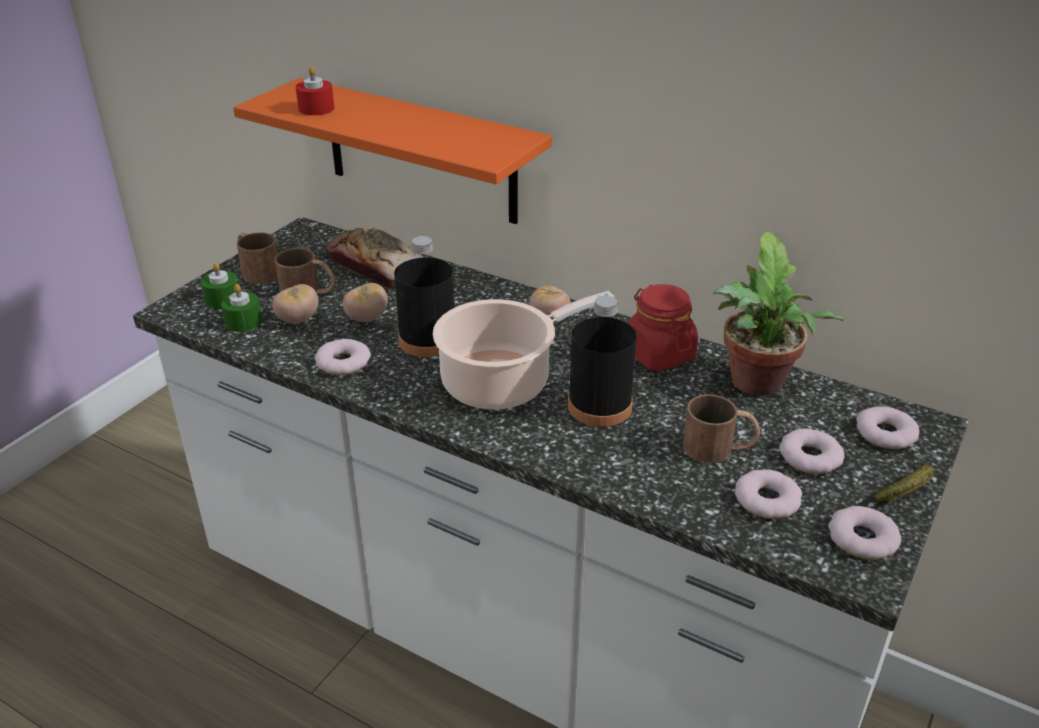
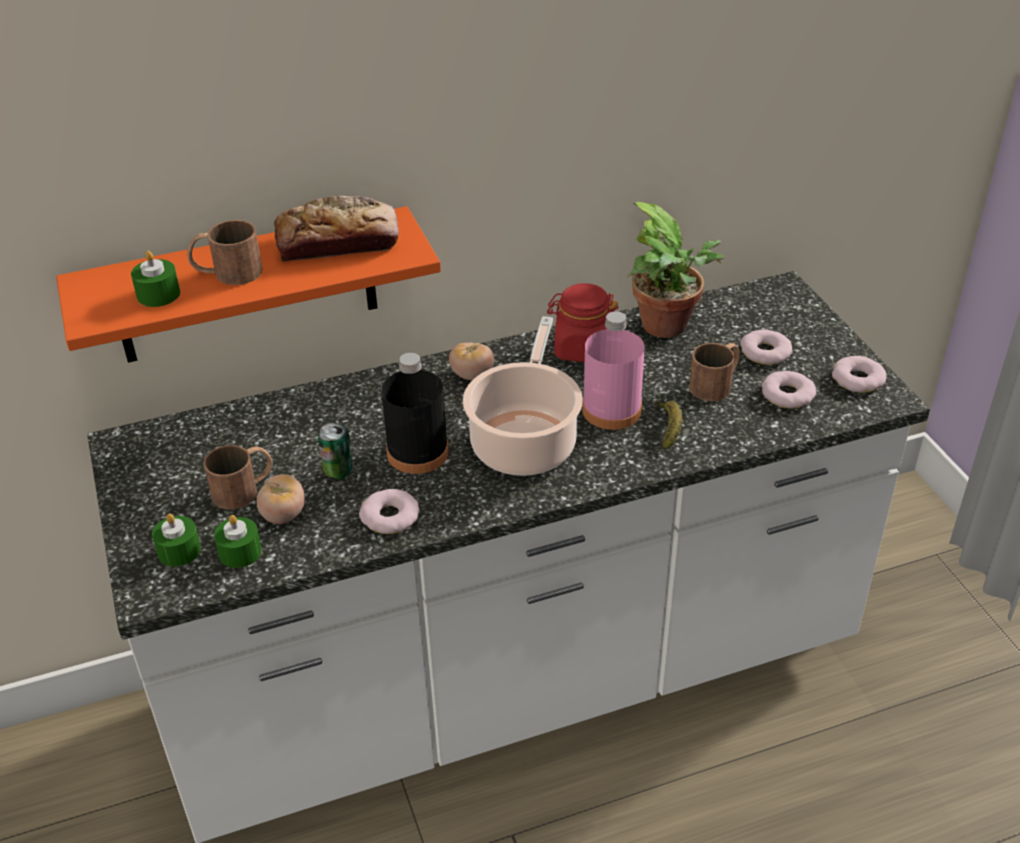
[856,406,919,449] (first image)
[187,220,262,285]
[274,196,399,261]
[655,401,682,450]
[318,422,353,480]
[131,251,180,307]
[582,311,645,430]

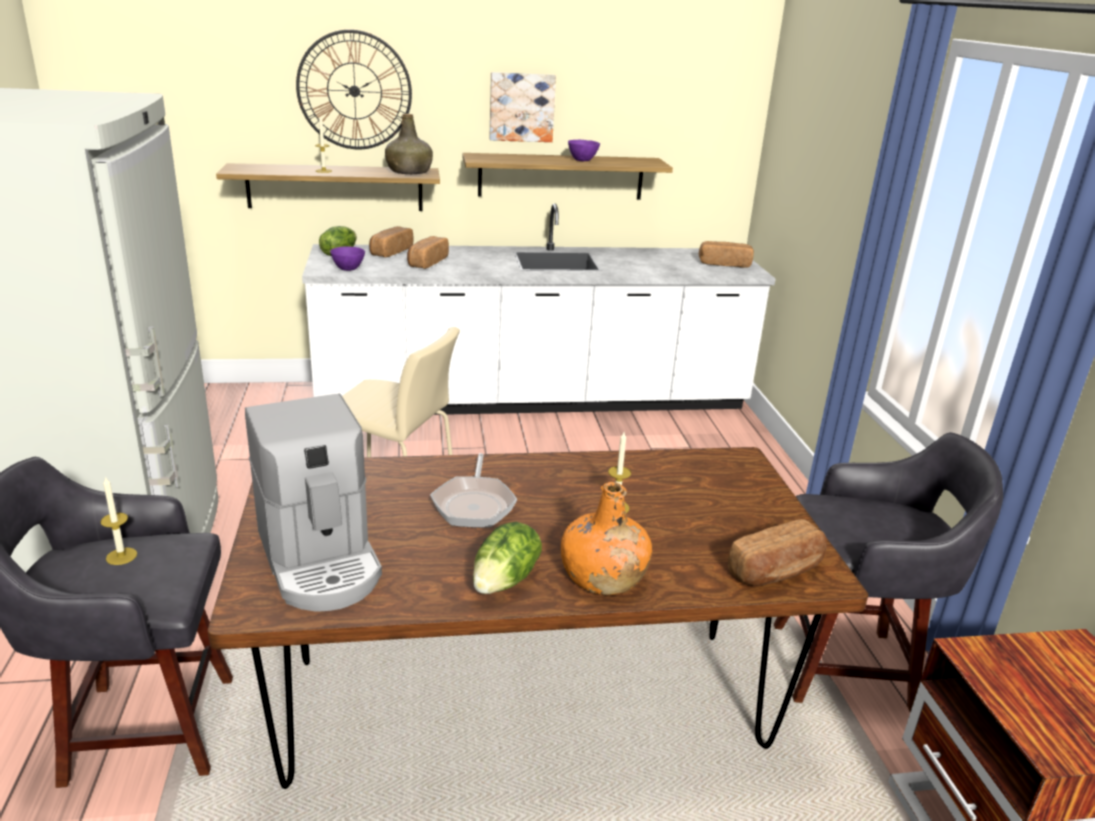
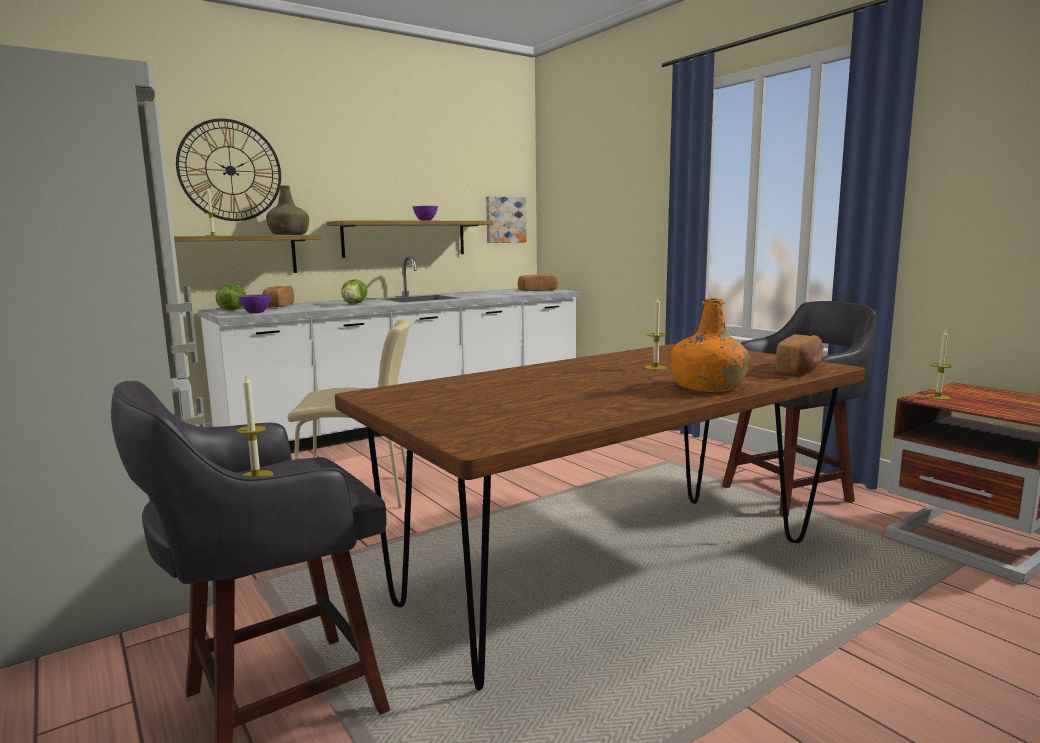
[245,394,382,611] (first image)
[407,236,449,269] (first image)
[430,453,517,528] (first image)
[926,329,952,400]
[342,279,368,304]
[486,196,527,243]

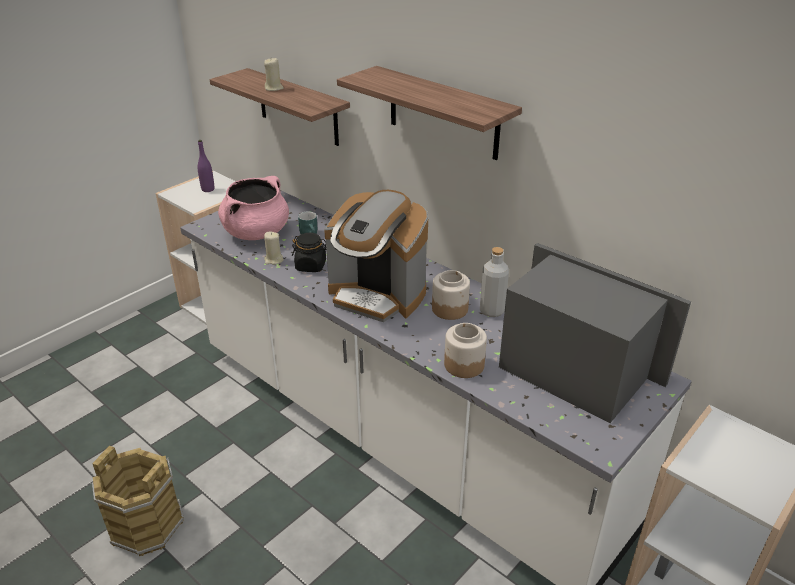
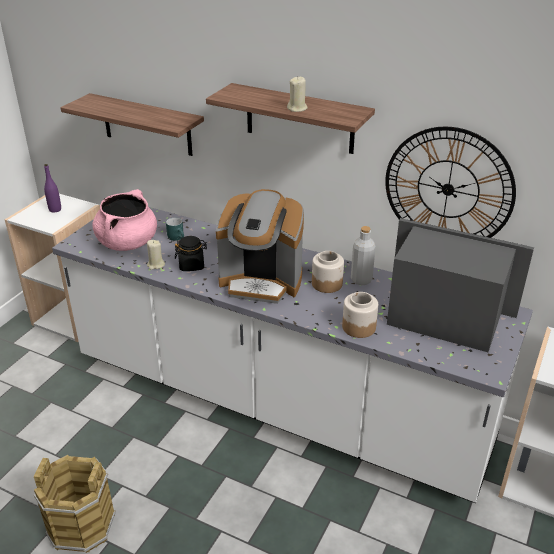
[385,127,516,238]
[287,77,308,112]

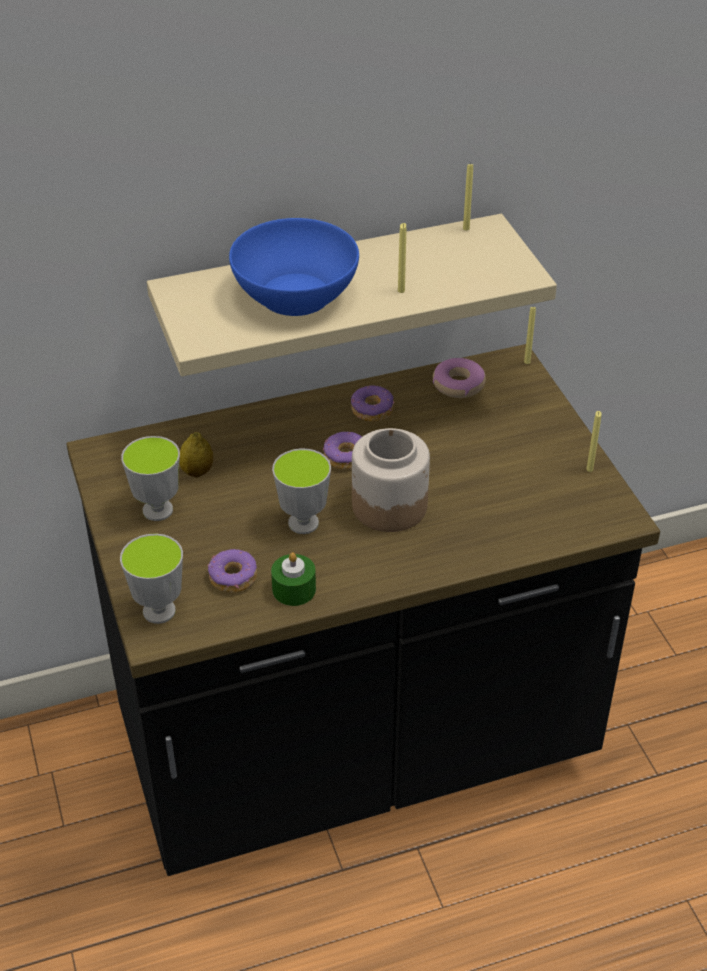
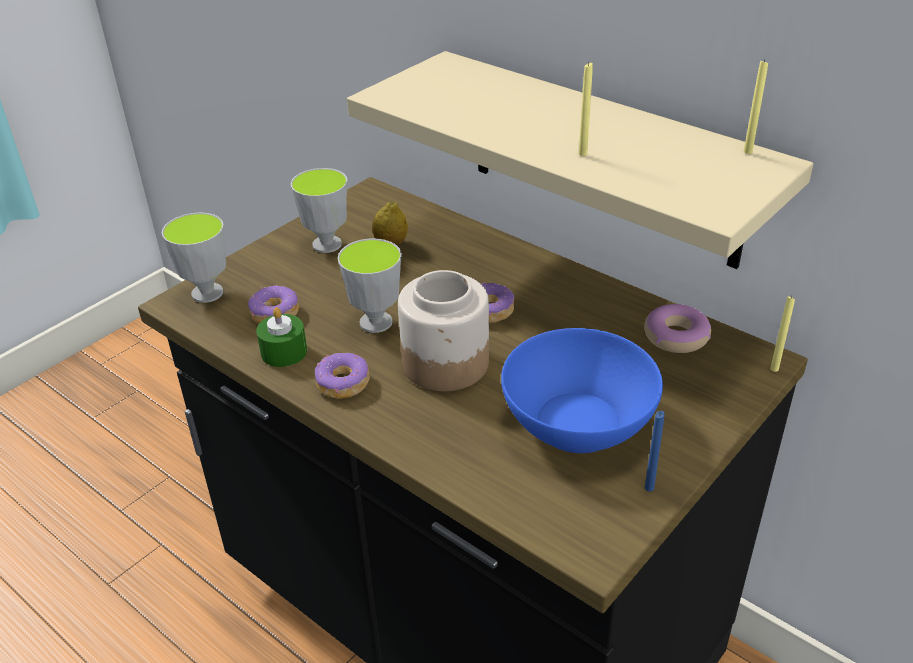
[501,328,663,453]
[315,353,370,399]
[645,411,664,491]

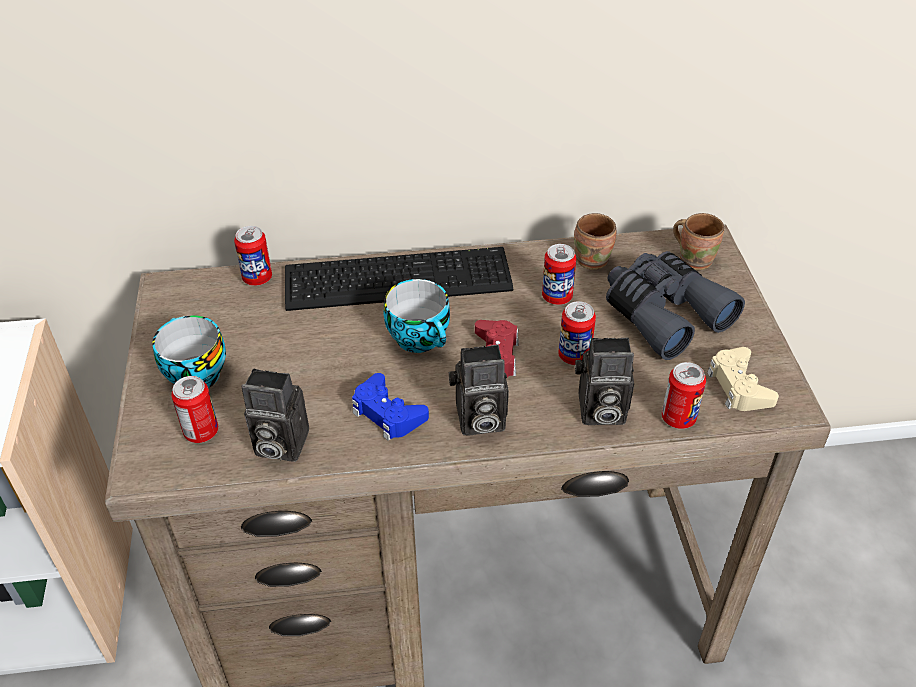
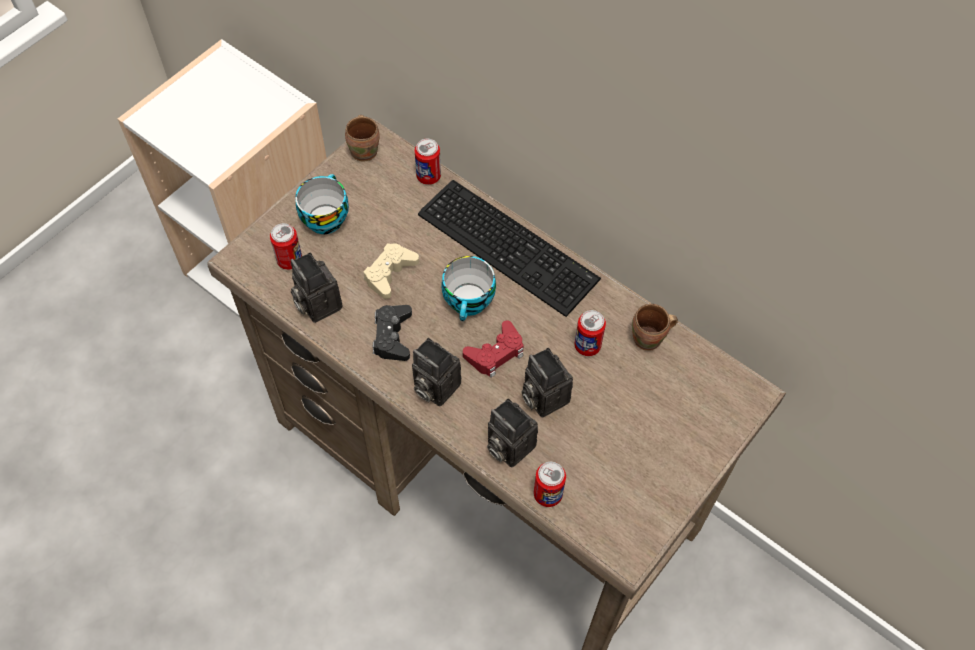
[606,251,745,360] (first image)
[345,115,380,162]
[364,243,419,299]
[521,348,573,417]
[373,305,412,361]

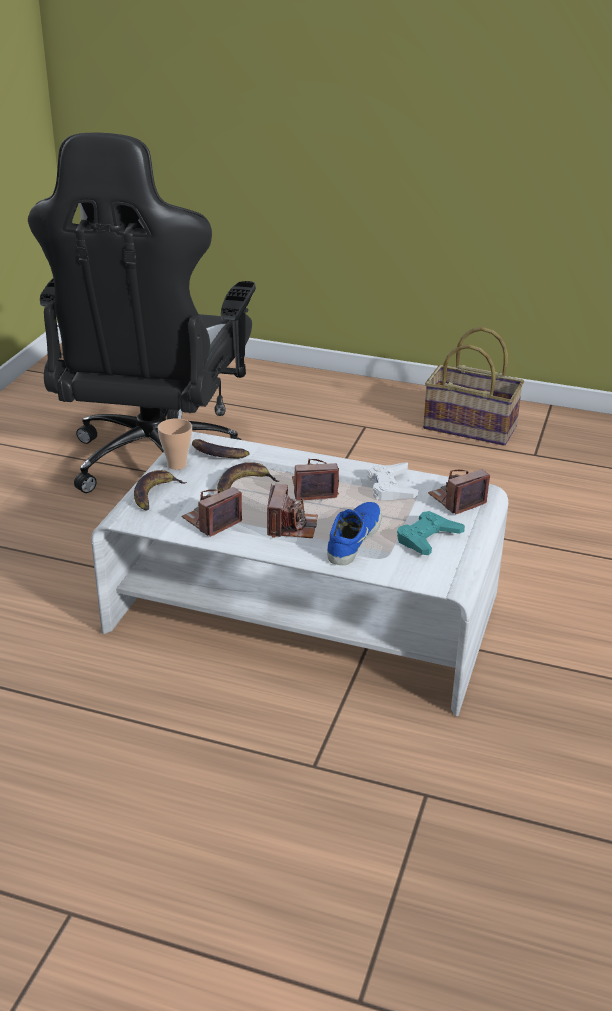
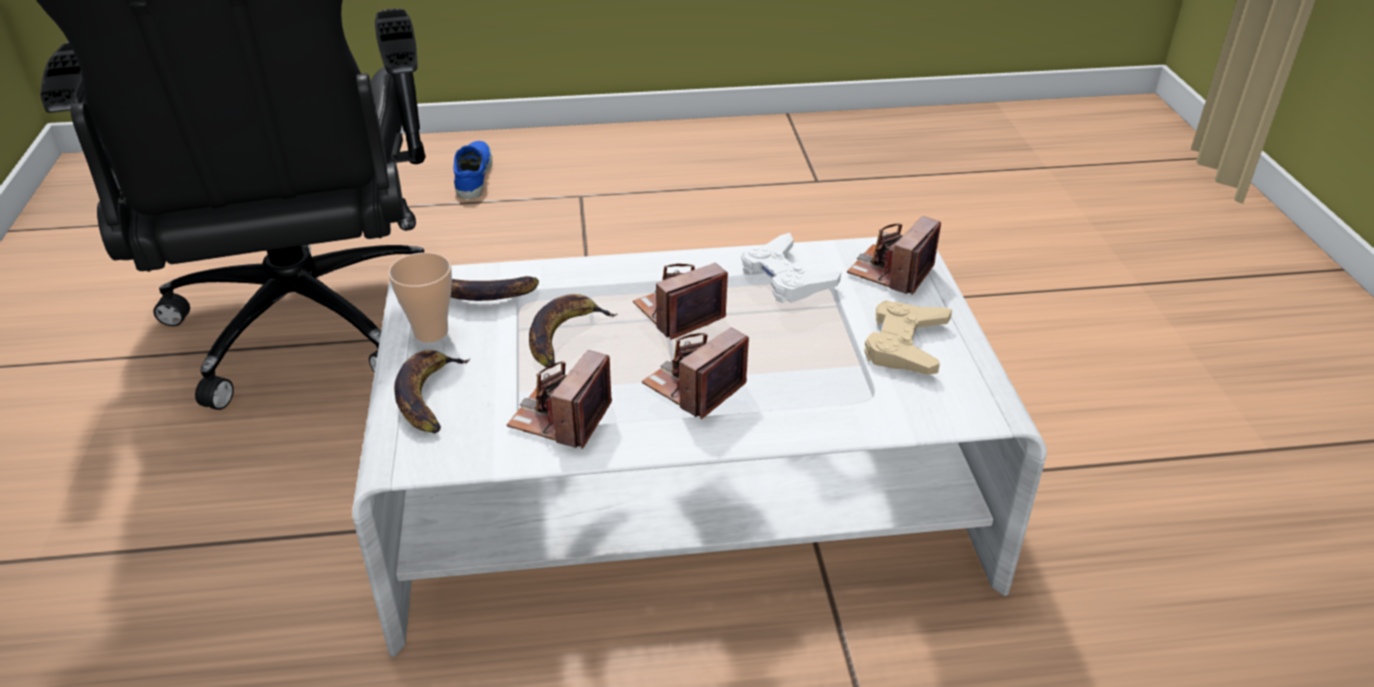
[423,327,524,446] (first image)
[454,141,492,199]
[864,300,952,375]
[641,328,749,419]

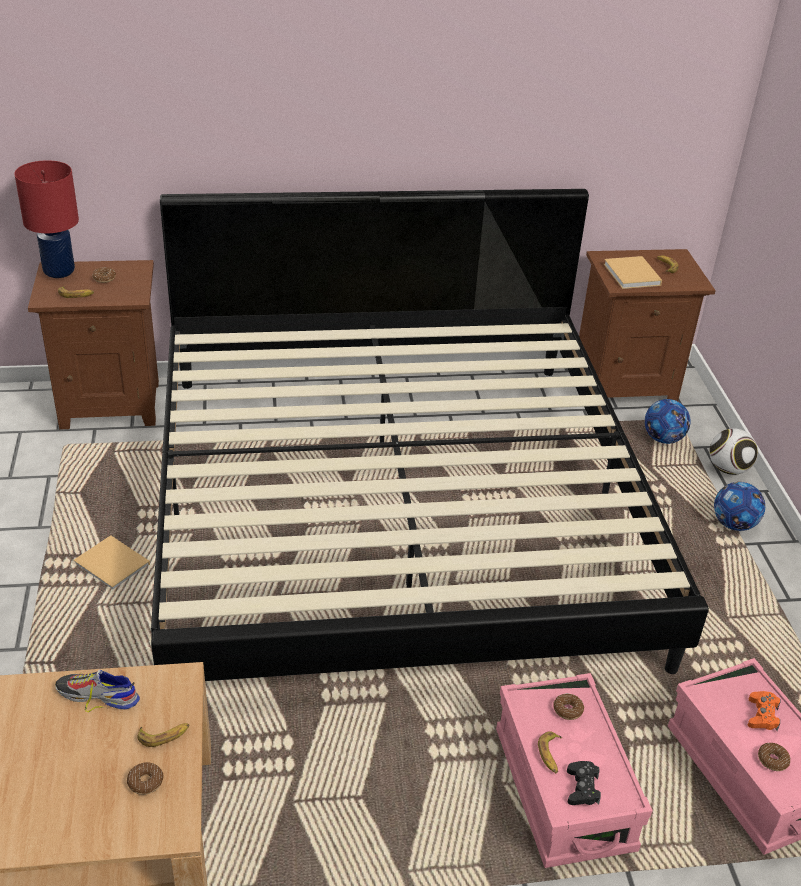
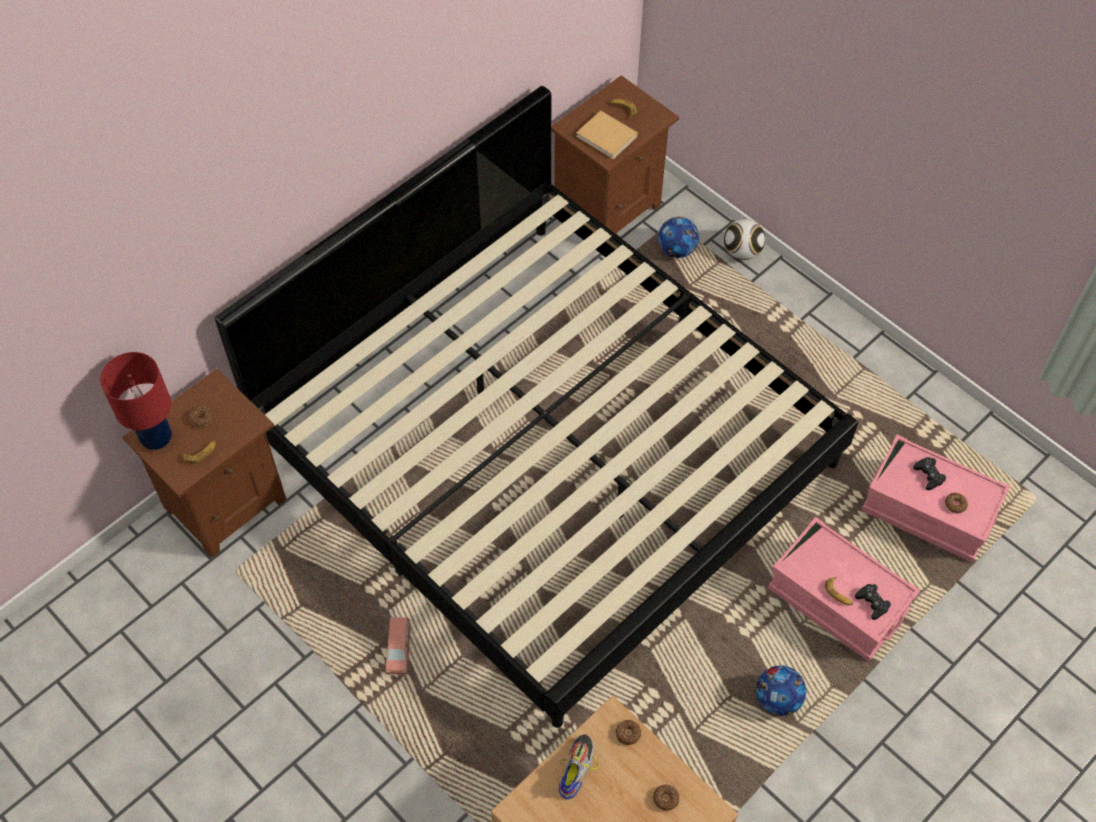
[137,723,189,747] (first image)
[615,720,641,745]
[756,665,806,716]
[385,617,411,675]
[913,457,946,490]
[558,734,598,800]

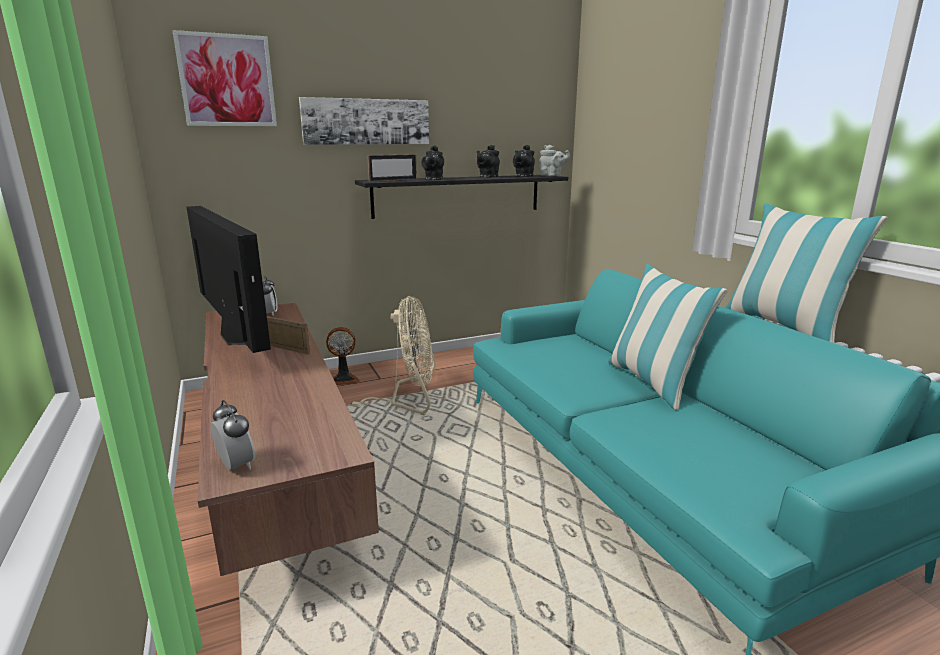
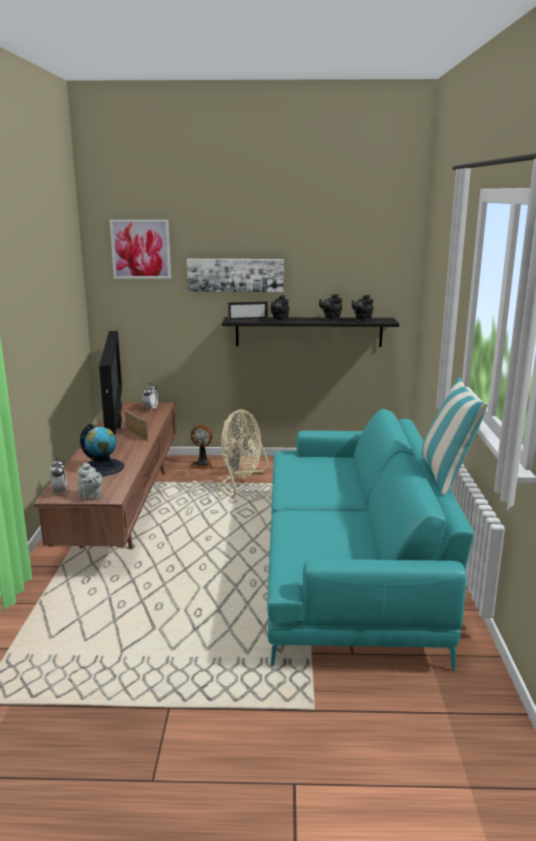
[608,264,728,410] (first image)
[80,423,125,476]
[77,462,103,500]

